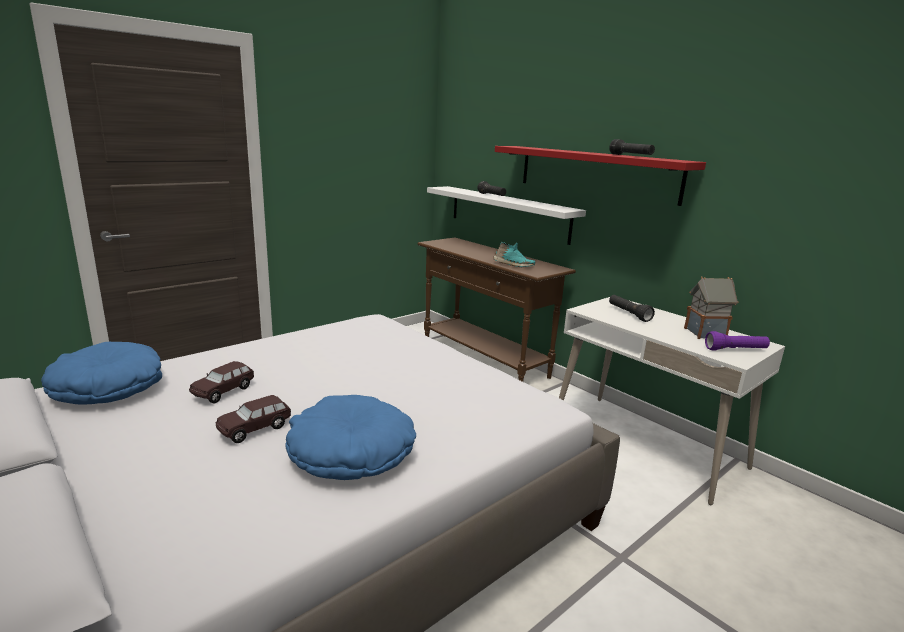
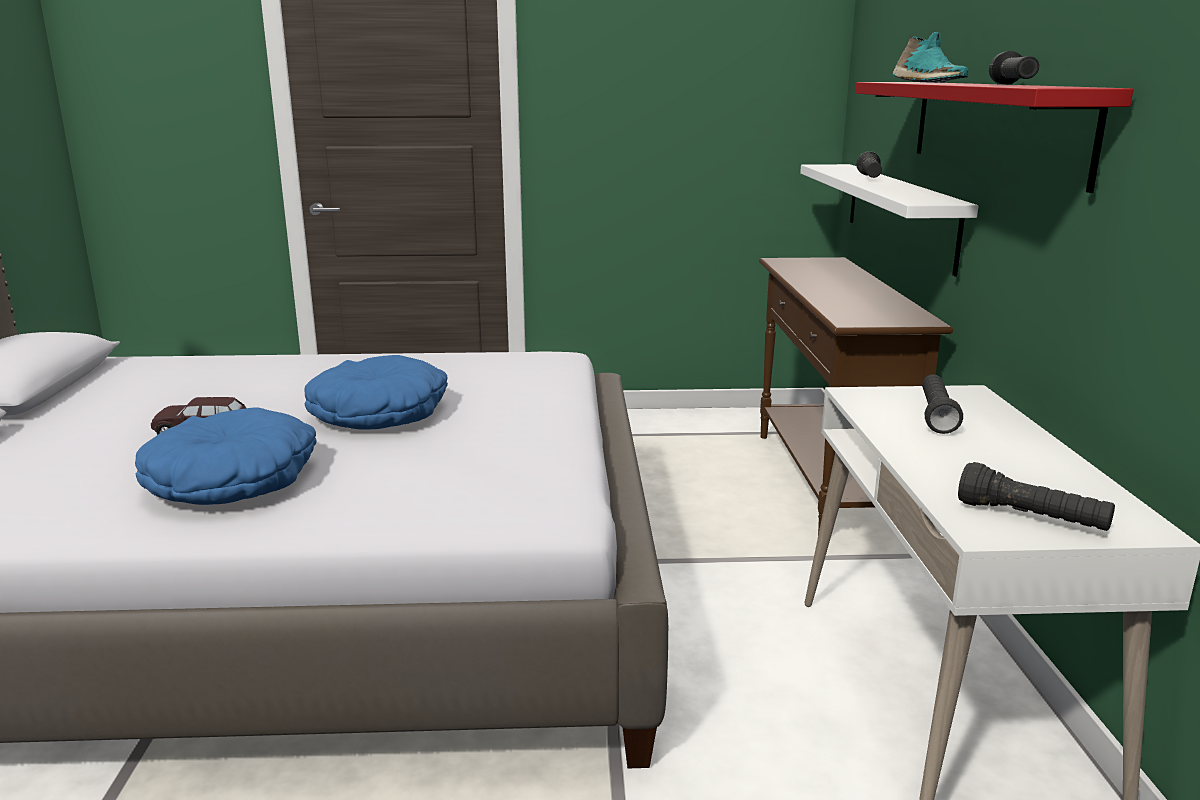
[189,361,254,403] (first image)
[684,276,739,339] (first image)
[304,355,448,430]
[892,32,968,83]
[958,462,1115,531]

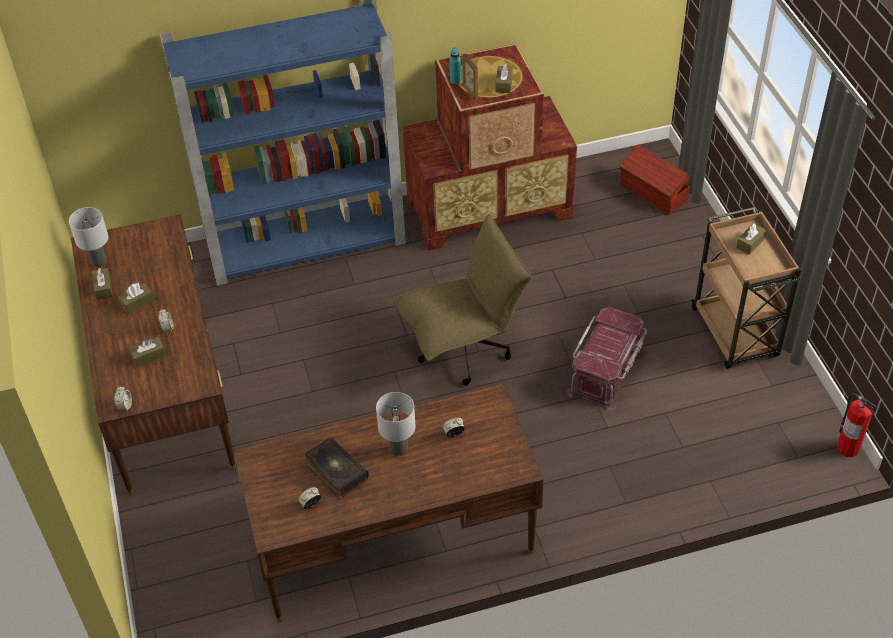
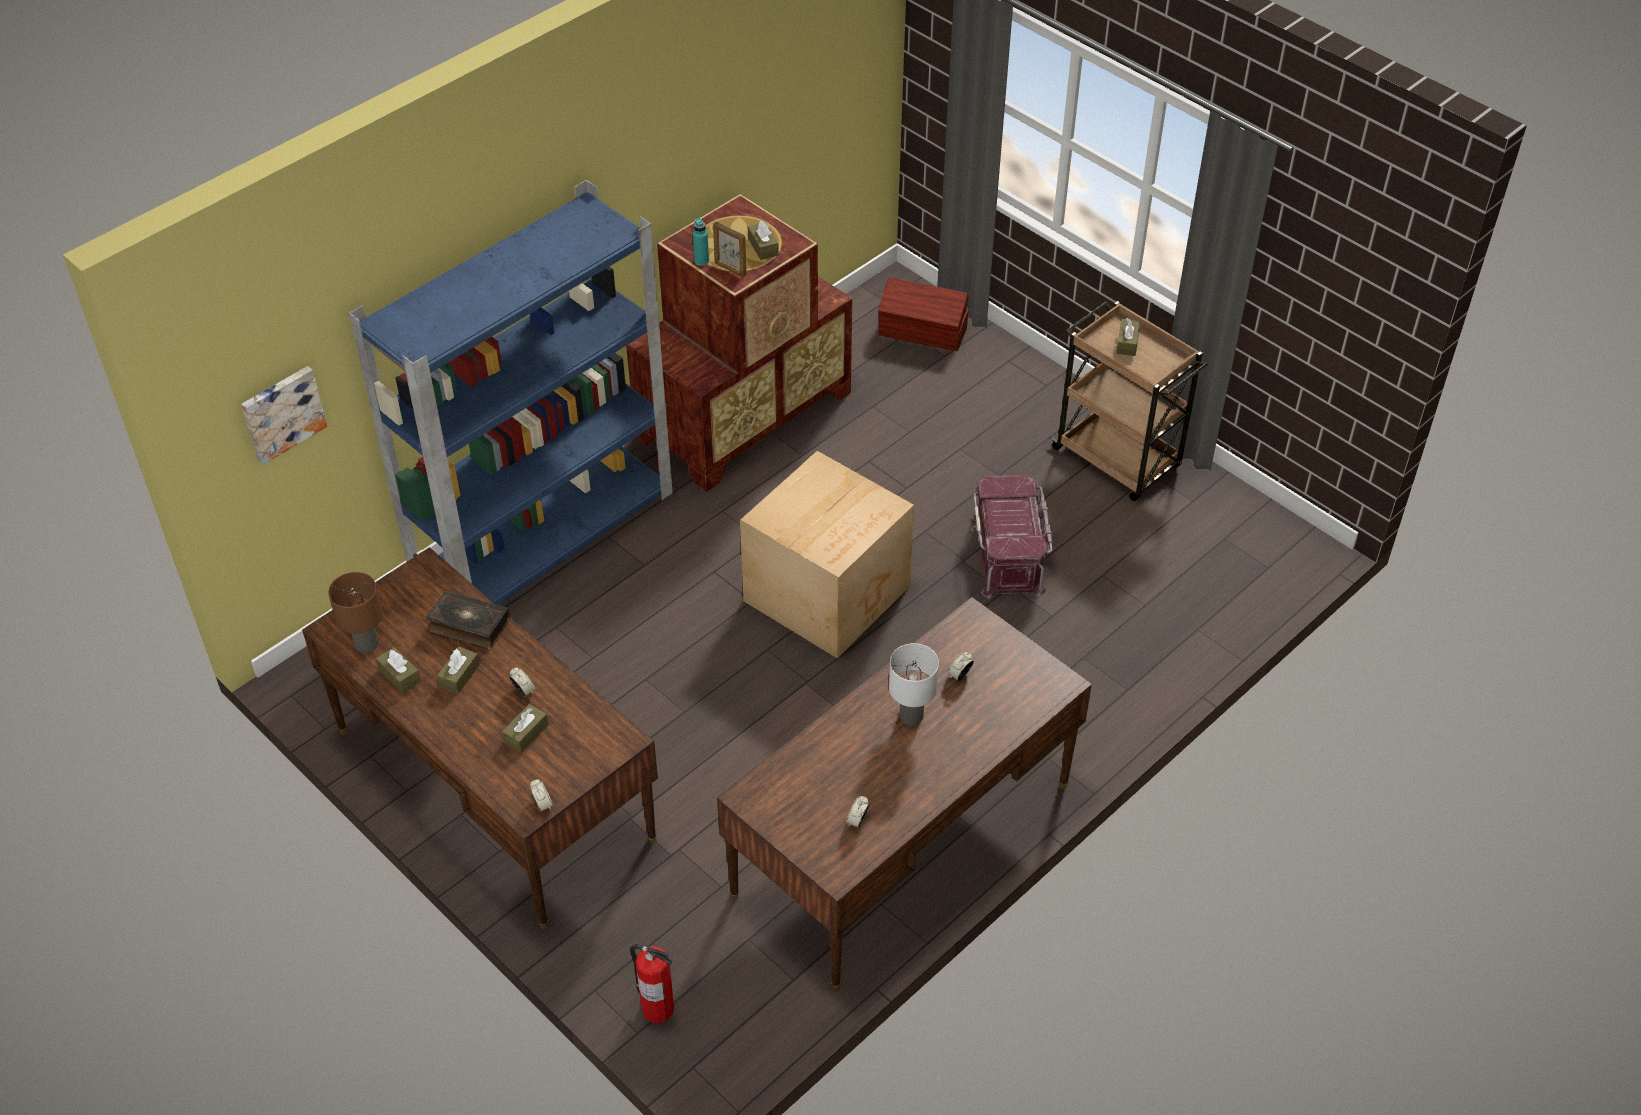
[241,366,327,465]
[427,590,510,650]
[630,944,674,1023]
[740,451,914,658]
[328,572,383,653]

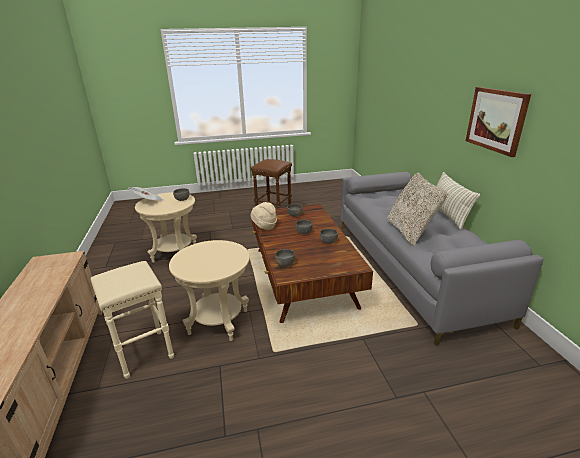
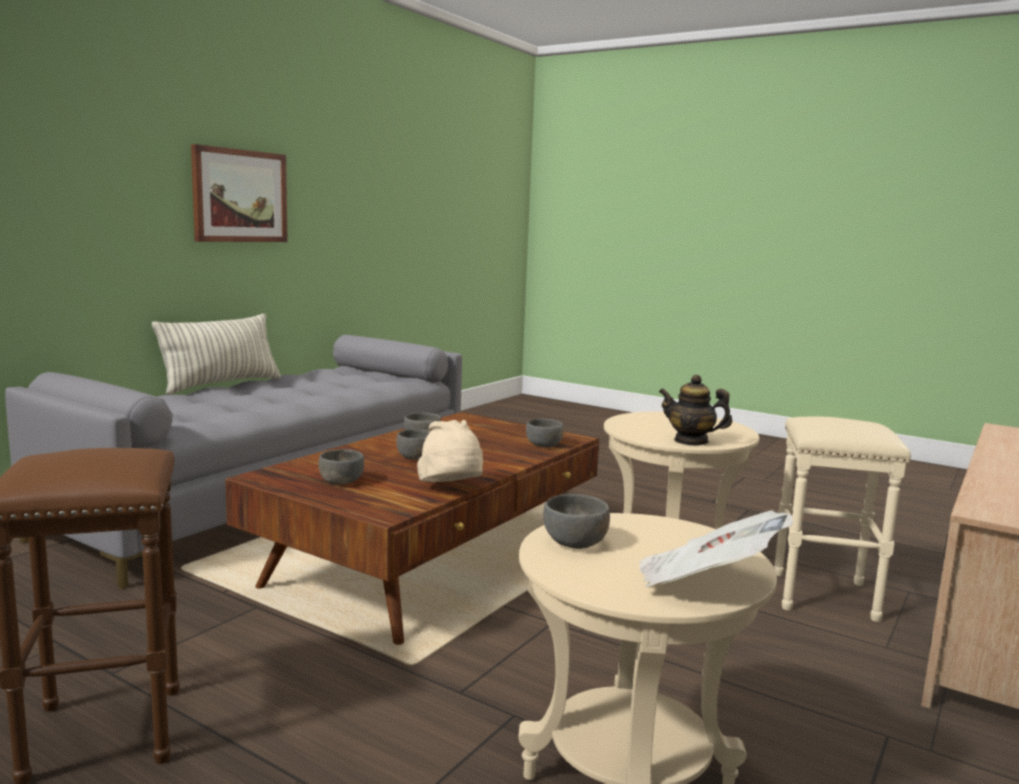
[388,173,448,246] (first image)
[659,375,732,446]

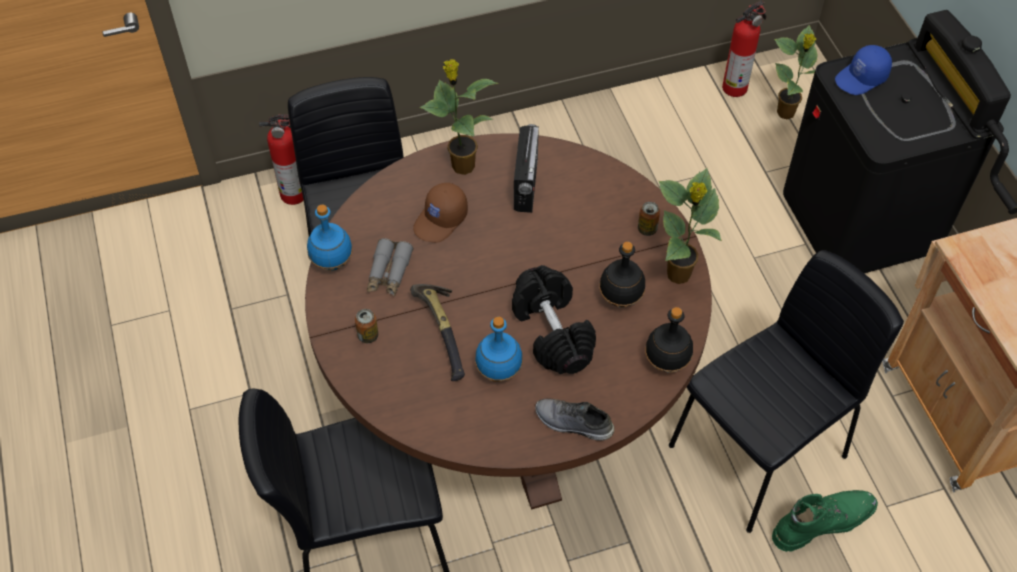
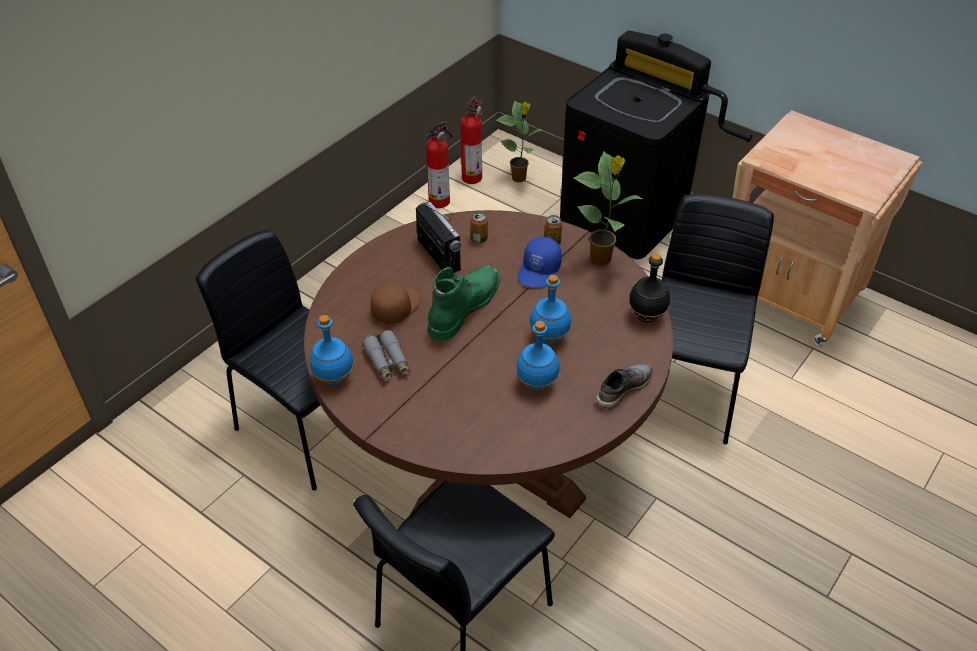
[410,284,465,381] (first image)
[420,59,498,175] (first image)
[599,242,645,308] (first image)
[424,120,452,208]
[471,212,488,243]
[427,266,500,341]
[518,237,562,288]
[529,275,571,344]
[371,283,421,324]
[596,364,653,409]

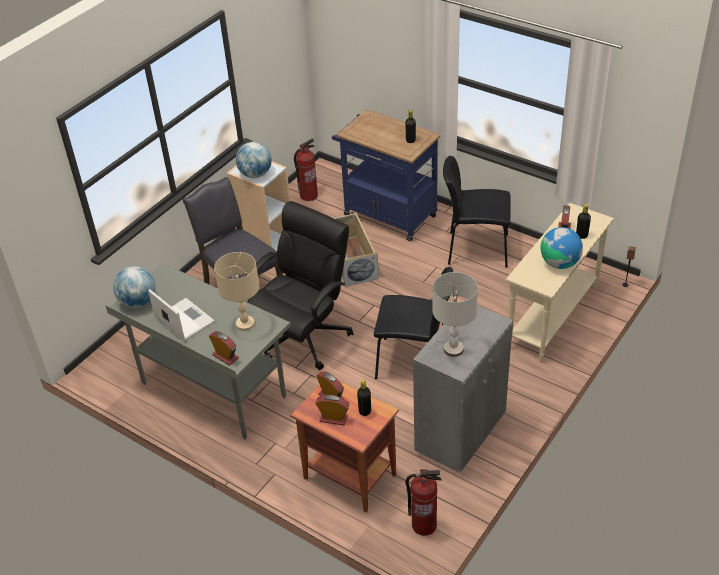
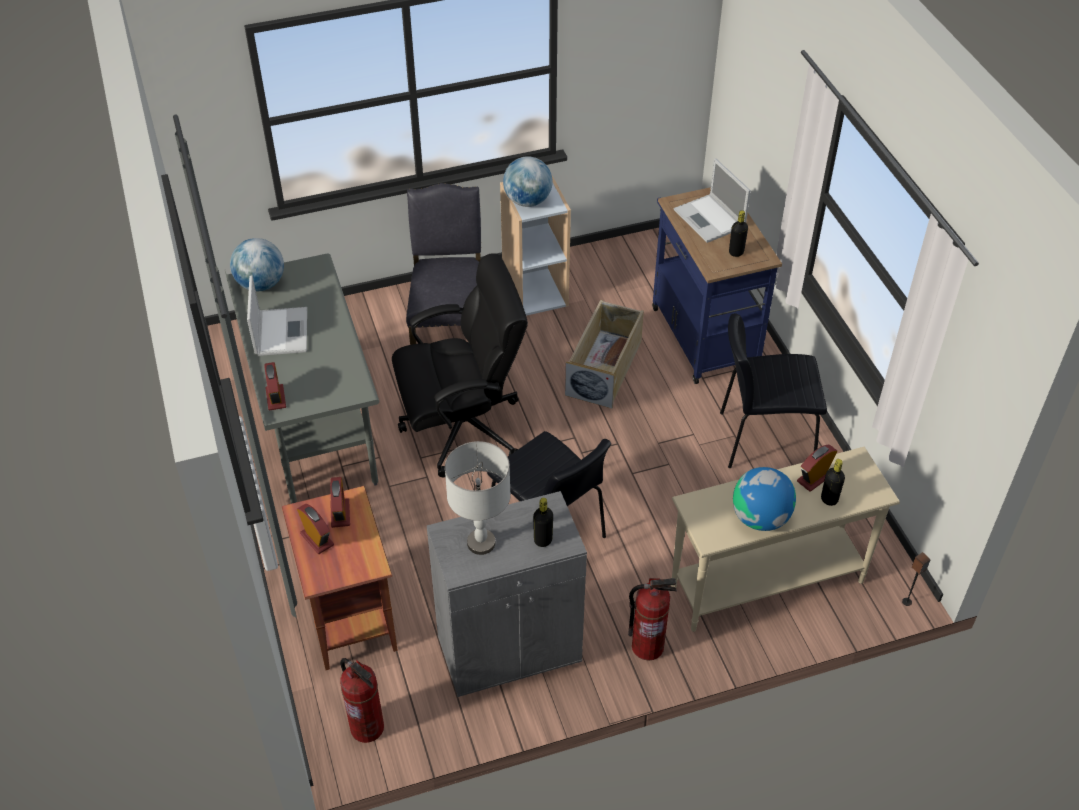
[214,252,260,331] (first image)
[673,159,751,243]
[628,578,677,661]
[533,498,553,547]
[720,313,827,468]

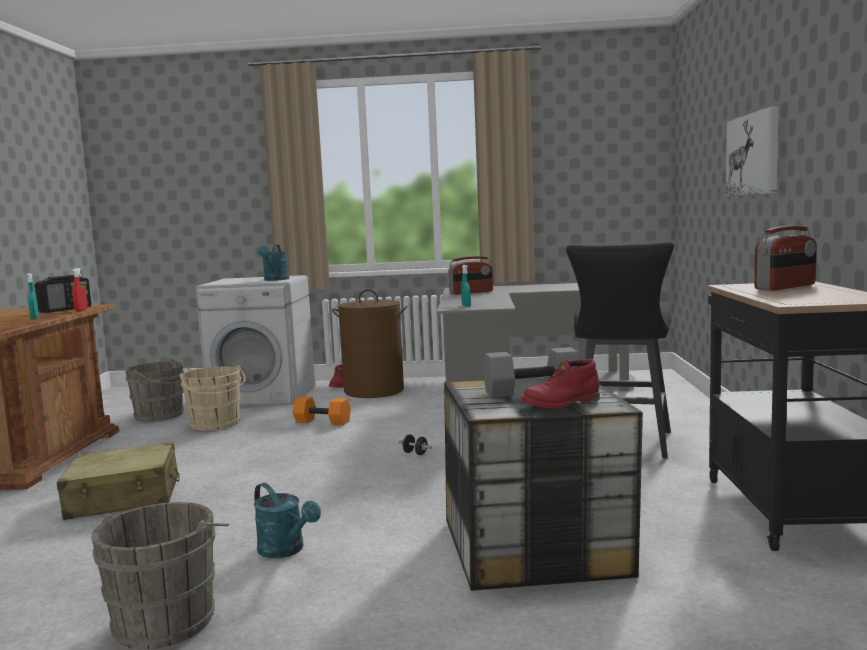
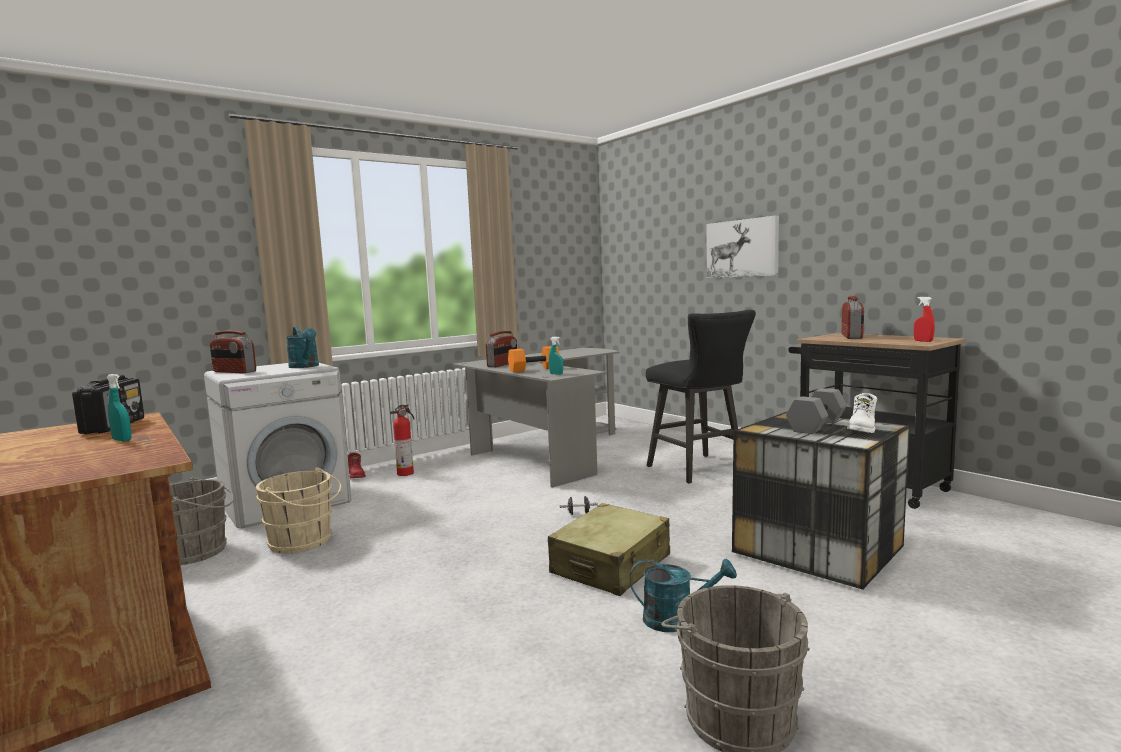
[210,330,256,374]
[548,503,670,596]
[914,297,935,342]
[508,346,560,372]
[390,404,414,476]
[847,393,877,433]

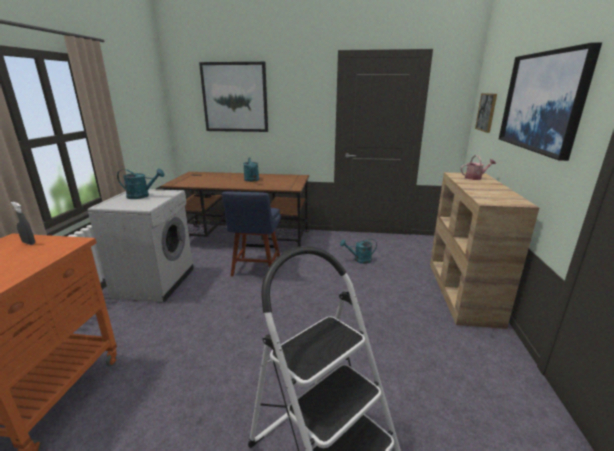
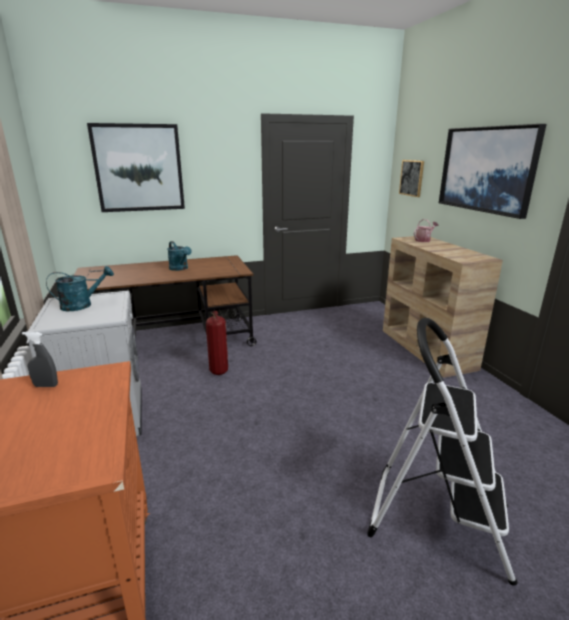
[340,239,377,264] (first image)
[206,311,228,375]

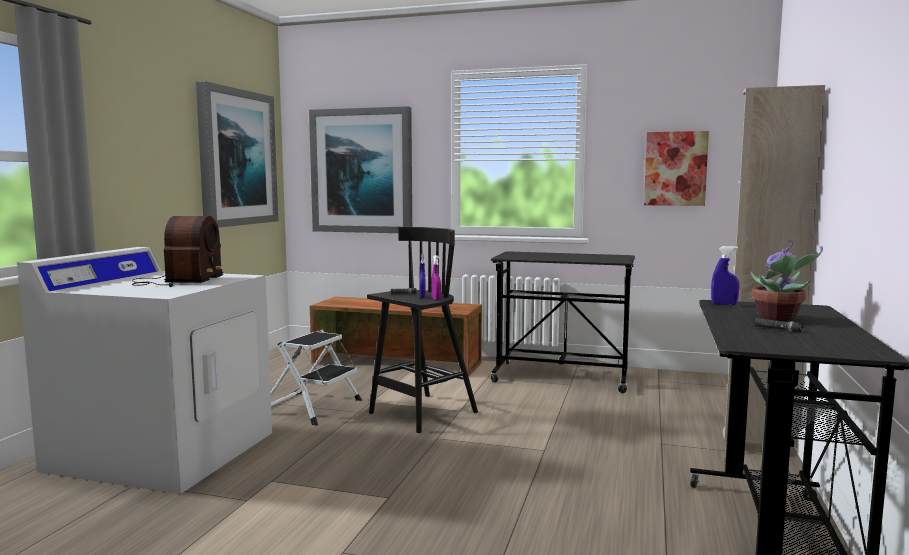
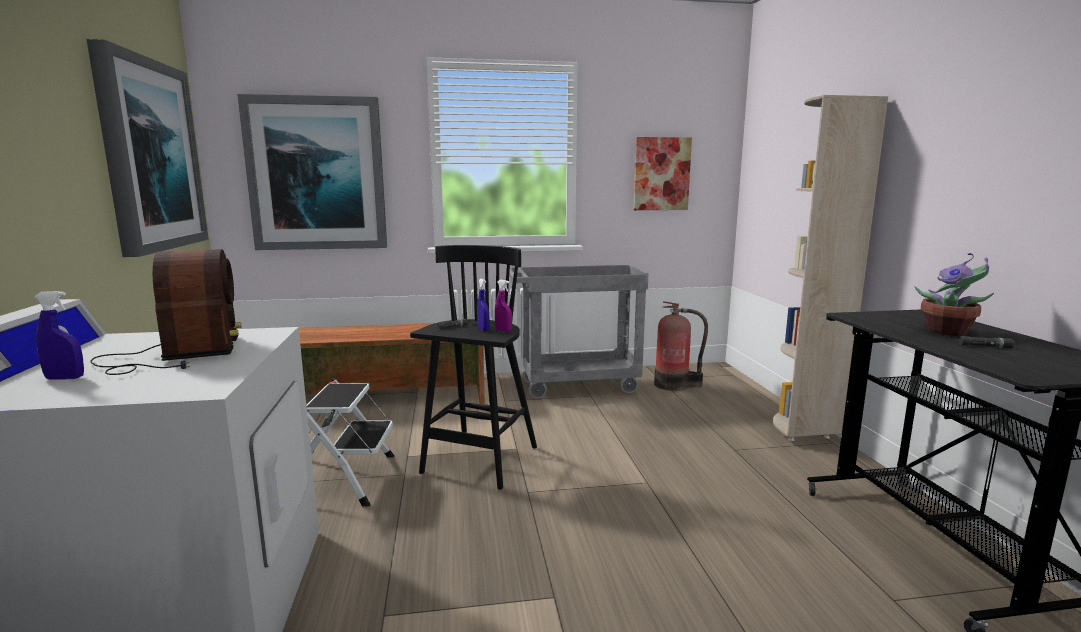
[654,301,708,391]
[34,291,84,380]
[509,265,648,399]

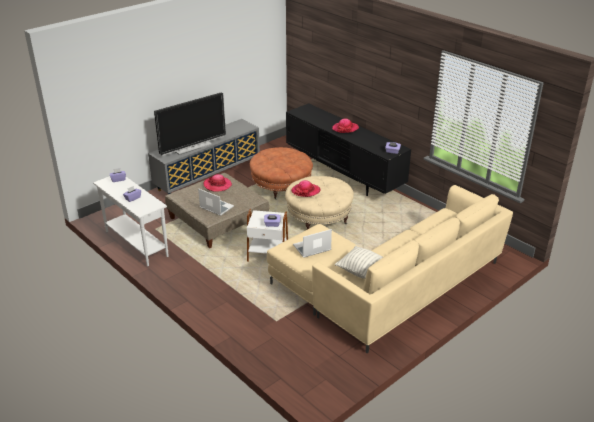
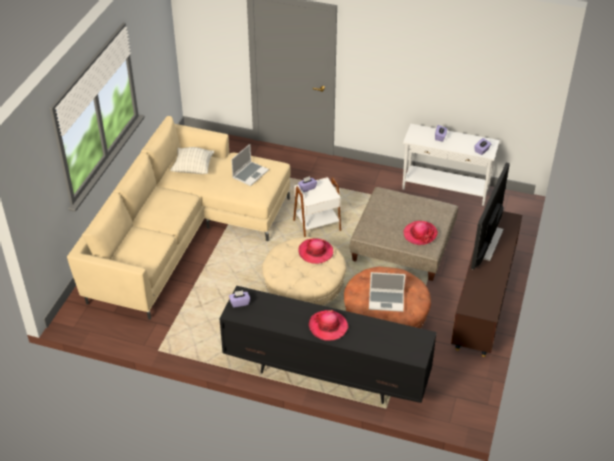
[369,272,406,312]
[451,211,522,357]

